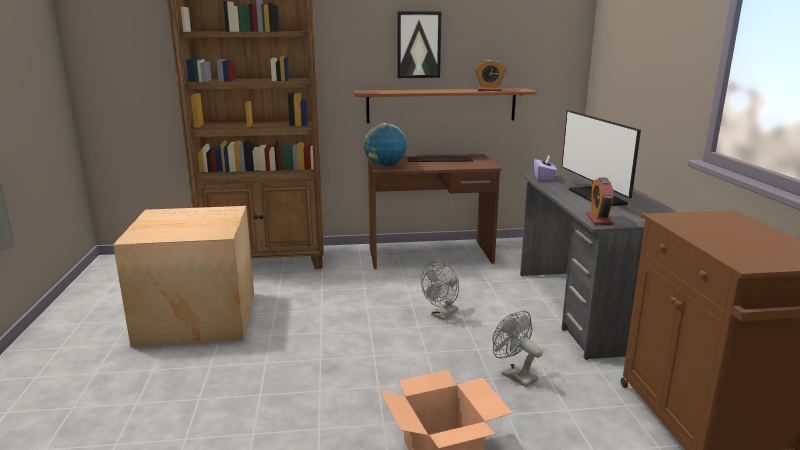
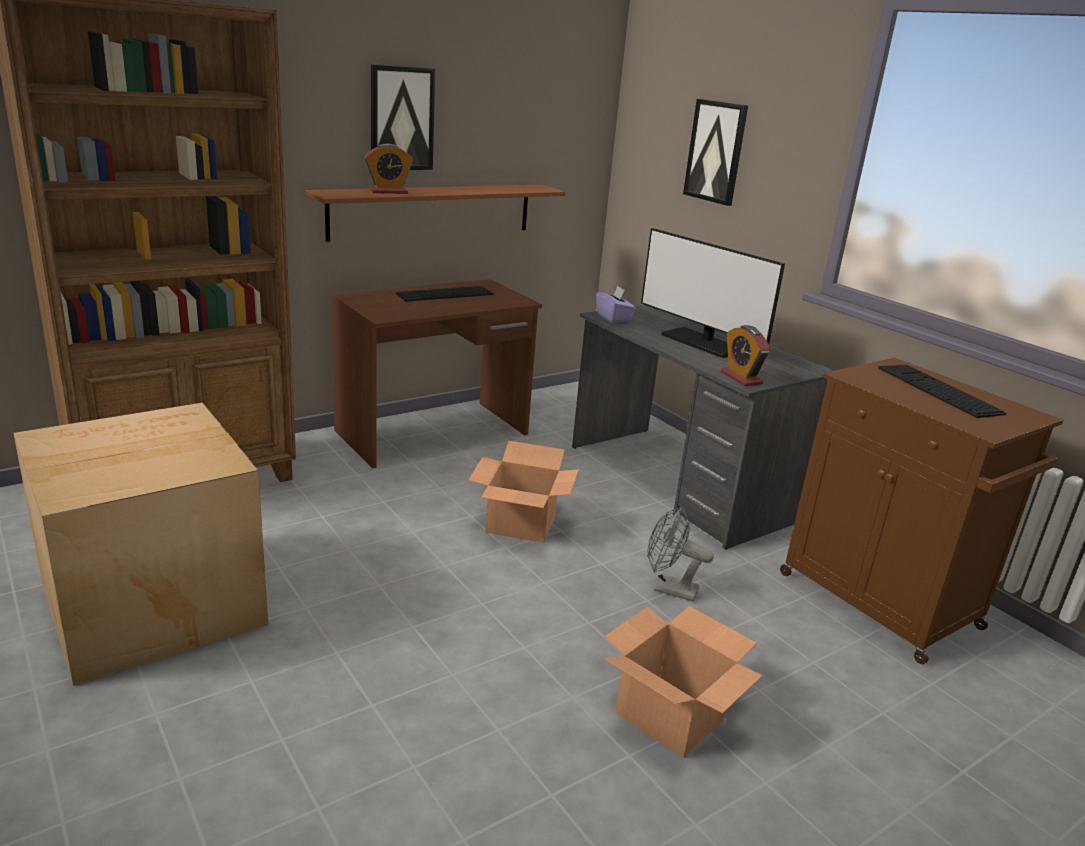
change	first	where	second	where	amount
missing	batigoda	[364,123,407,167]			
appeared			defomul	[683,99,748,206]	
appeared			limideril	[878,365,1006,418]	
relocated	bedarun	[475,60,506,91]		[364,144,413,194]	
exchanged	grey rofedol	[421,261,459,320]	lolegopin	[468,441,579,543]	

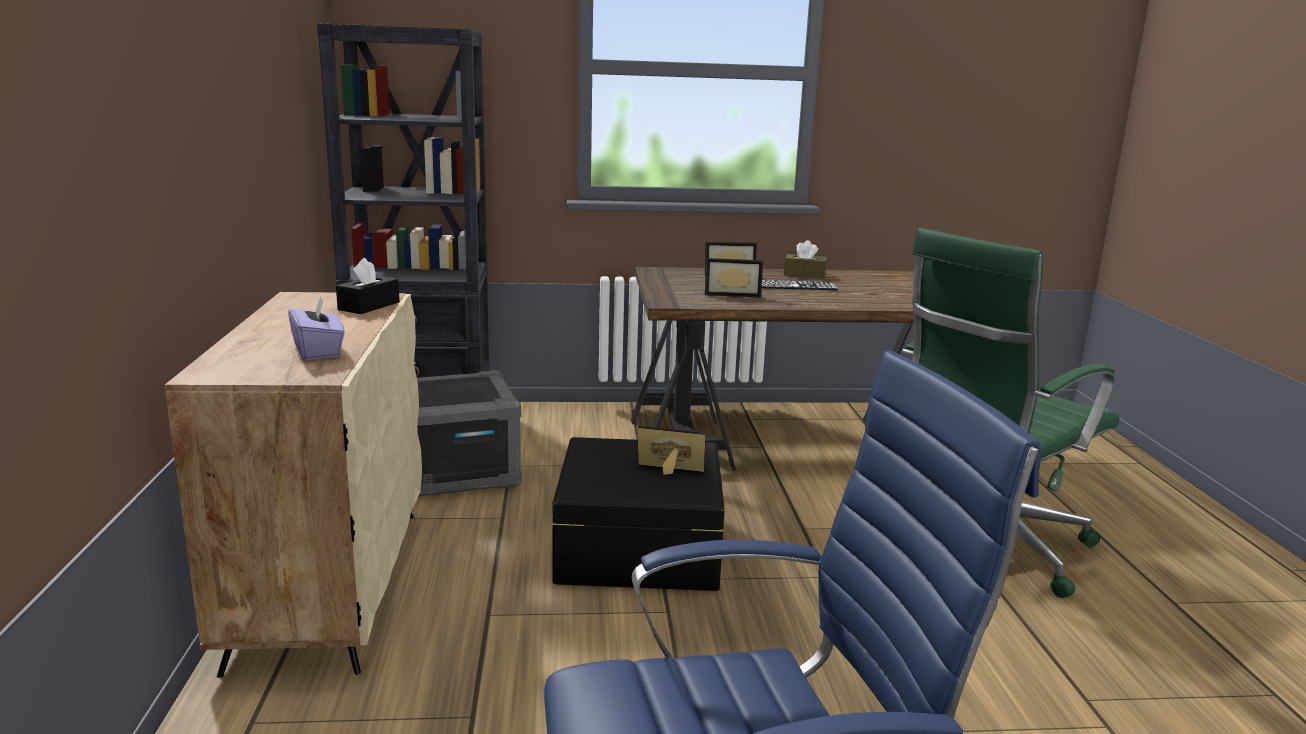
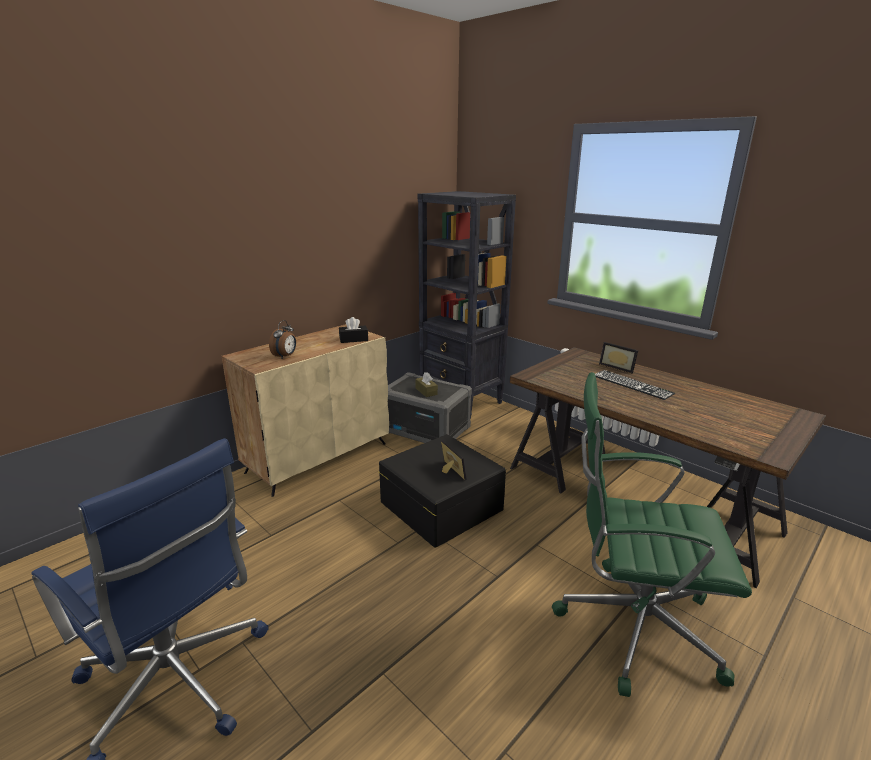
change	first	where	second	where	amount
missing	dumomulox	[705,258,763,297]			
relocated	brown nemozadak	[784,240,827,279]		[415,372,438,397]	
exchanged	purple nemozadak	[288,295,345,360]	bedarun	[269,320,296,359]	

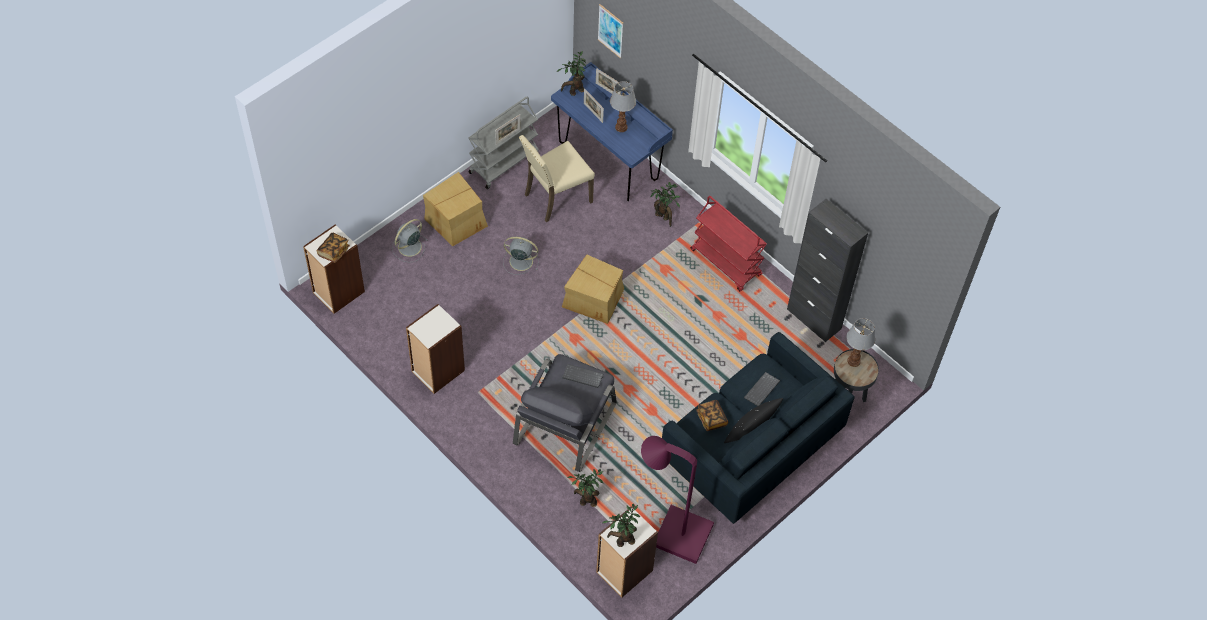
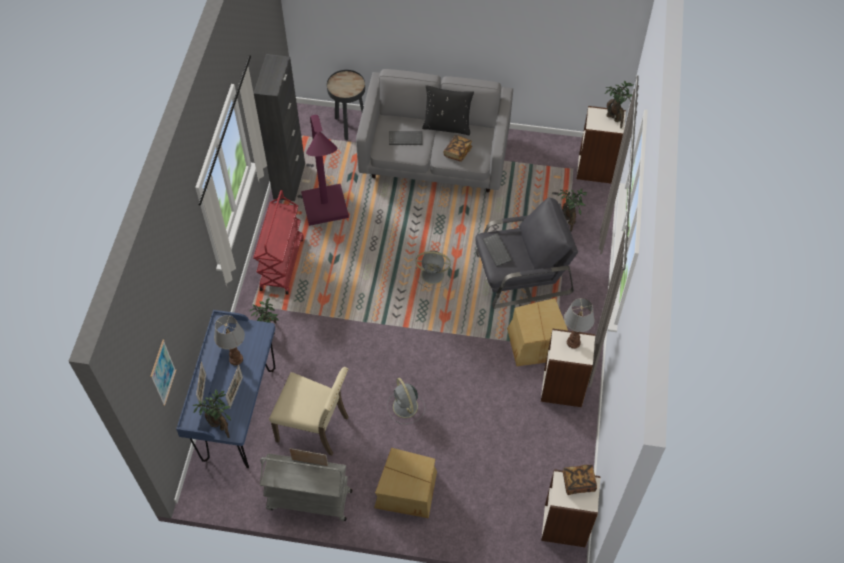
change	first	where	second	where	amount
relocated	grey rofedol	[392,219,427,262]		[416,251,451,289]	
relocated	lolegopin	[562,255,624,324]		[507,298,568,366]	
relocated	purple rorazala	[641,436,714,564]		[301,115,349,226]	
relocated	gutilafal	[847,318,875,367]		[564,298,595,349]	
colour	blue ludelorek	[662,332,855,524]	grey ludelorek	[356,69,513,192]	

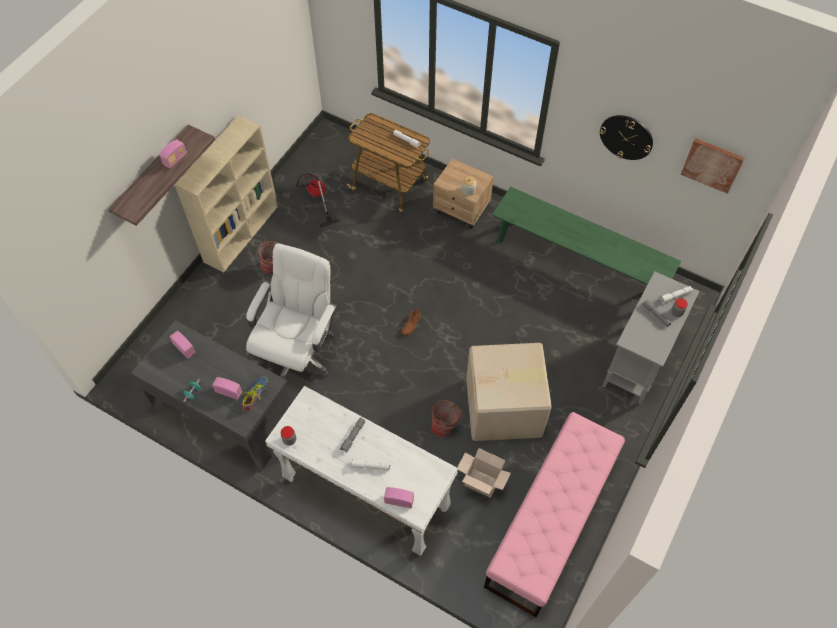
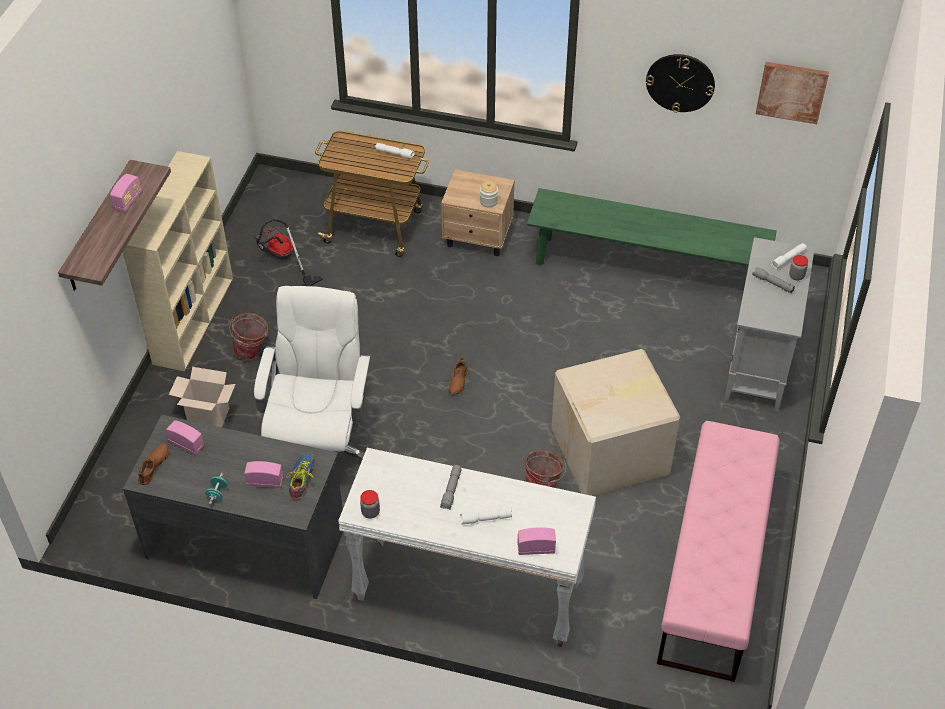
change	first	where	second	where	amount
appeared			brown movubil	[138,443,169,485]	
relocated	lolegopin	[457,448,511,498]		[169,367,236,427]	

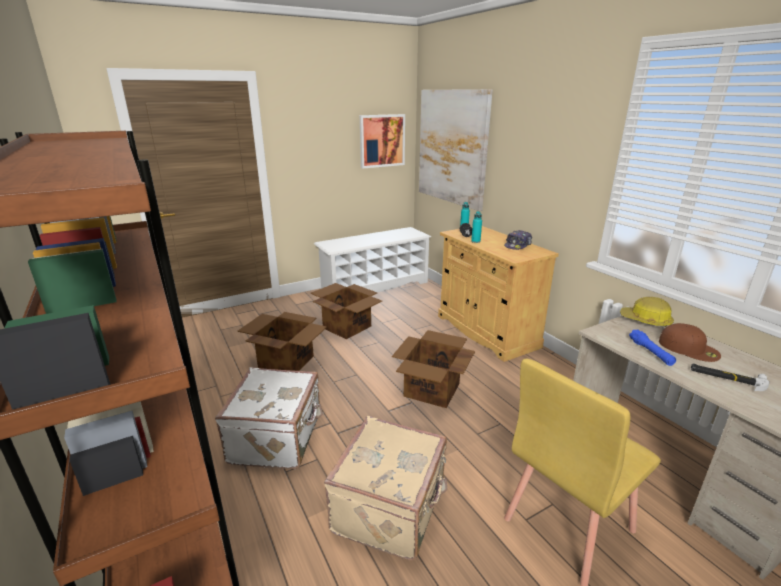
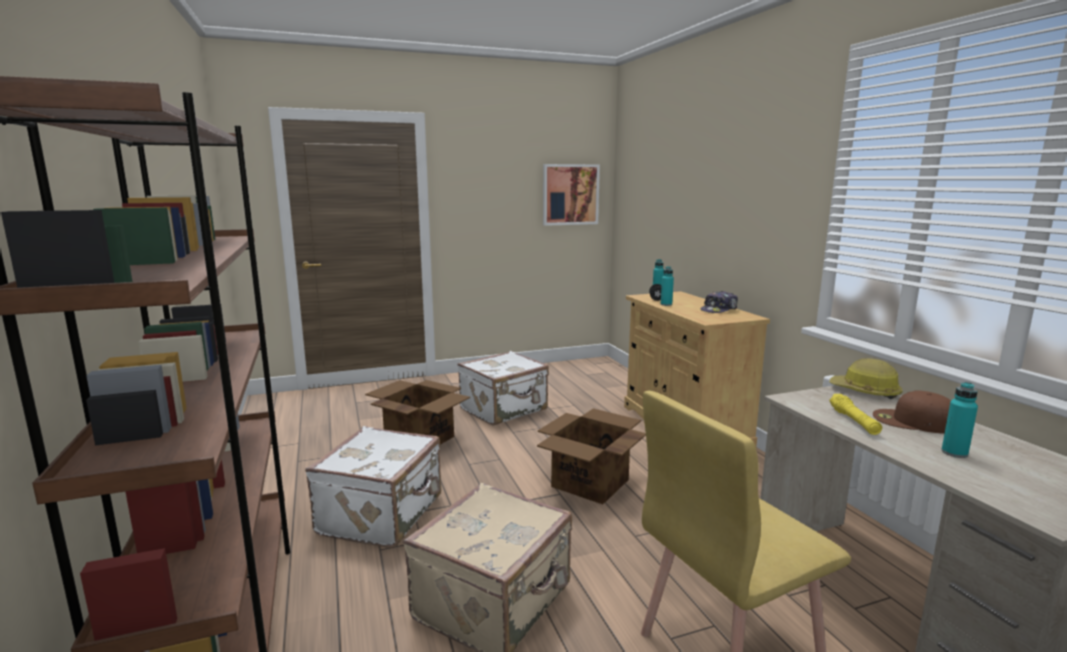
change	first	where	second	where	amount
missing	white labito	[314,227,431,292]			
missing	defomul	[419,89,493,211]			
exchanged	lolegopin	[310,283,382,339]	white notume	[458,351,549,426]	
exchanged	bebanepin	[691,363,770,391]	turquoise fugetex	[941,382,978,458]	
colour	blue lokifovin	[629,329,676,366]	yellow lokifovin	[829,394,882,435]	
spun	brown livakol	[659,323,721,362]		[873,390,951,433]	150 degrees clockwise

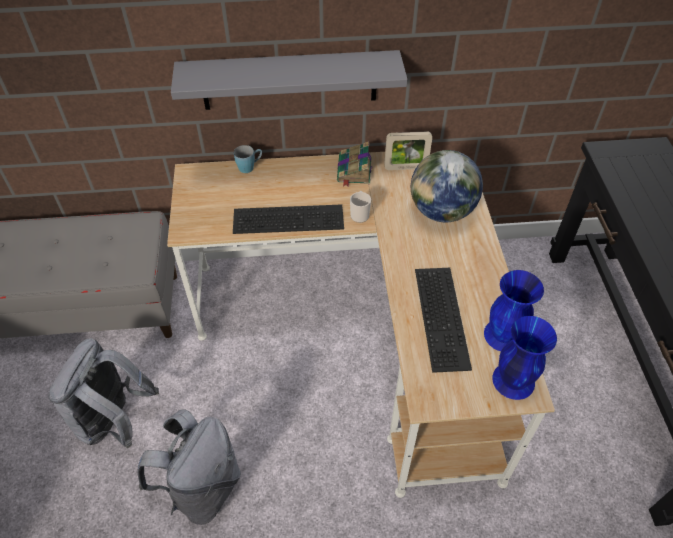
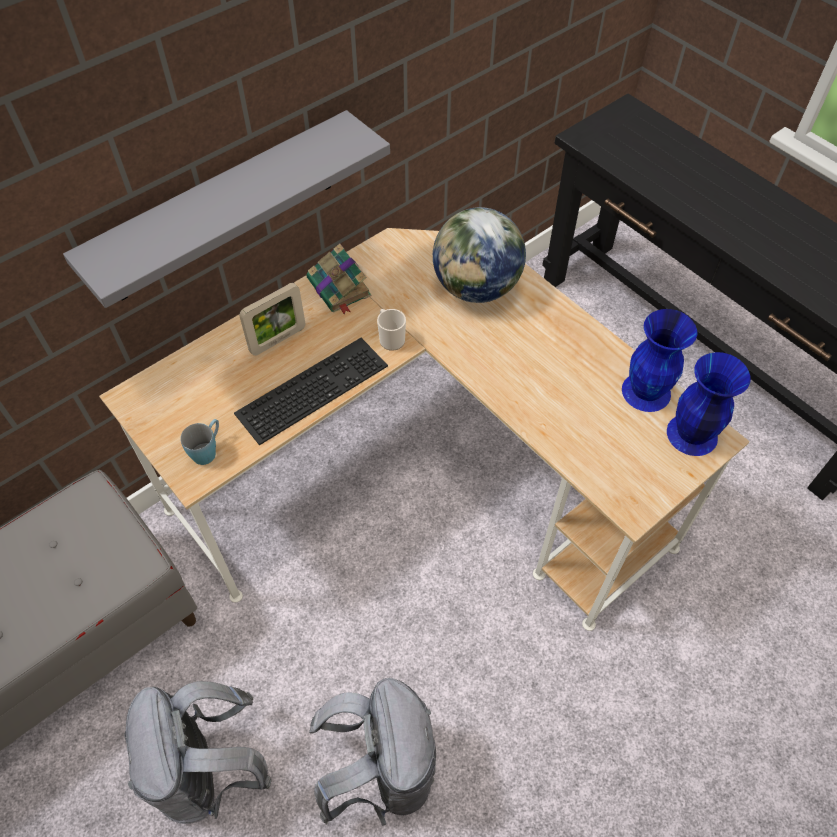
change	first	where	second	where	amount
missing	limideril	[415,268,472,373]			
relocated	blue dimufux	[234,145,262,173]		[180,419,219,465]	
relocated	dumomulox	[384,131,432,170]		[239,283,305,356]	

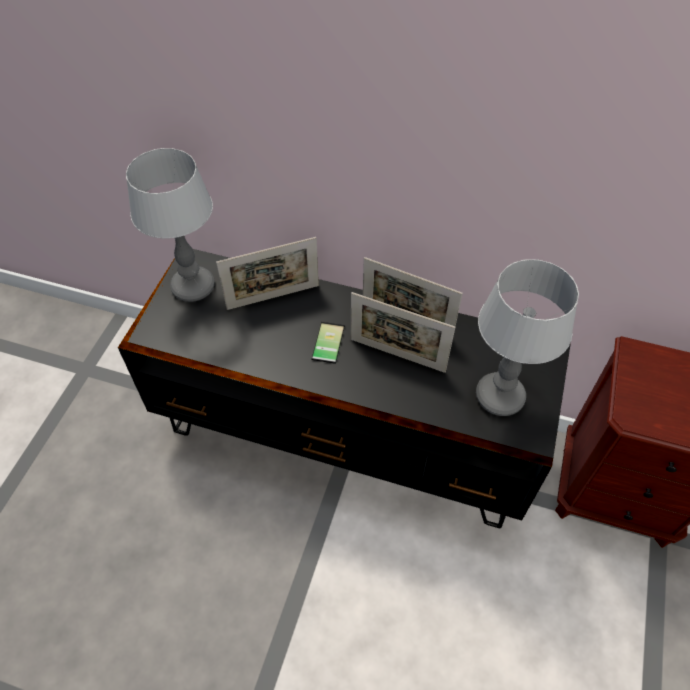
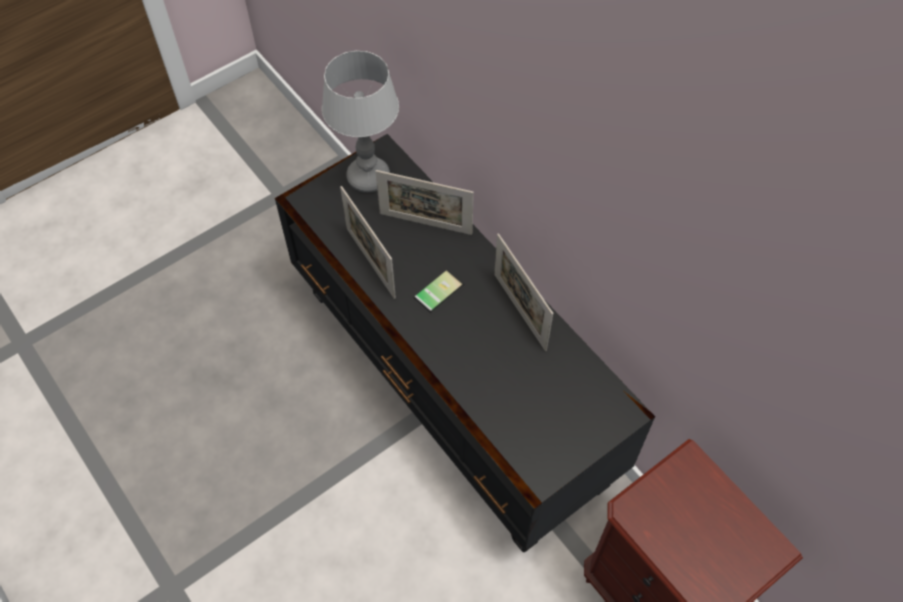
change	first	where	second	where	amount
missing	gutilafal	[476,260,579,416]			
relocated	dumomulox	[351,292,455,373]		[340,186,396,299]	

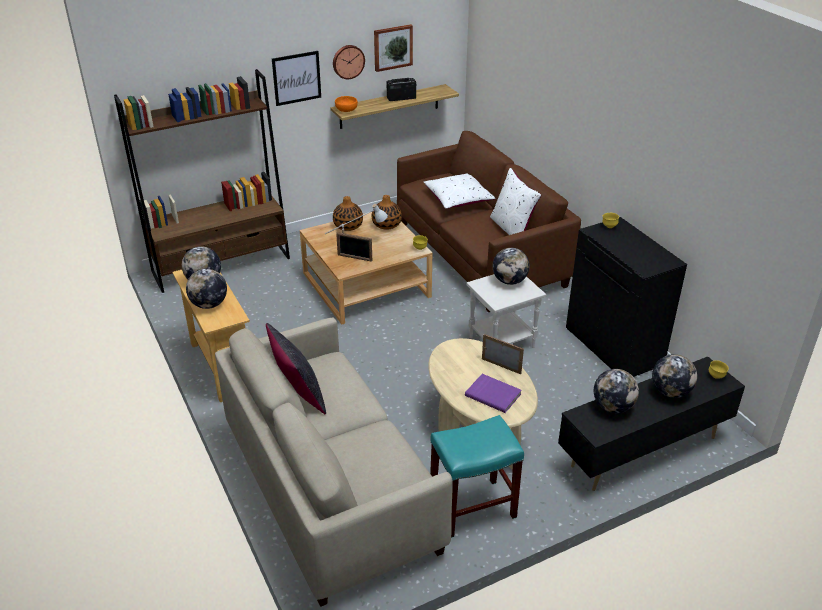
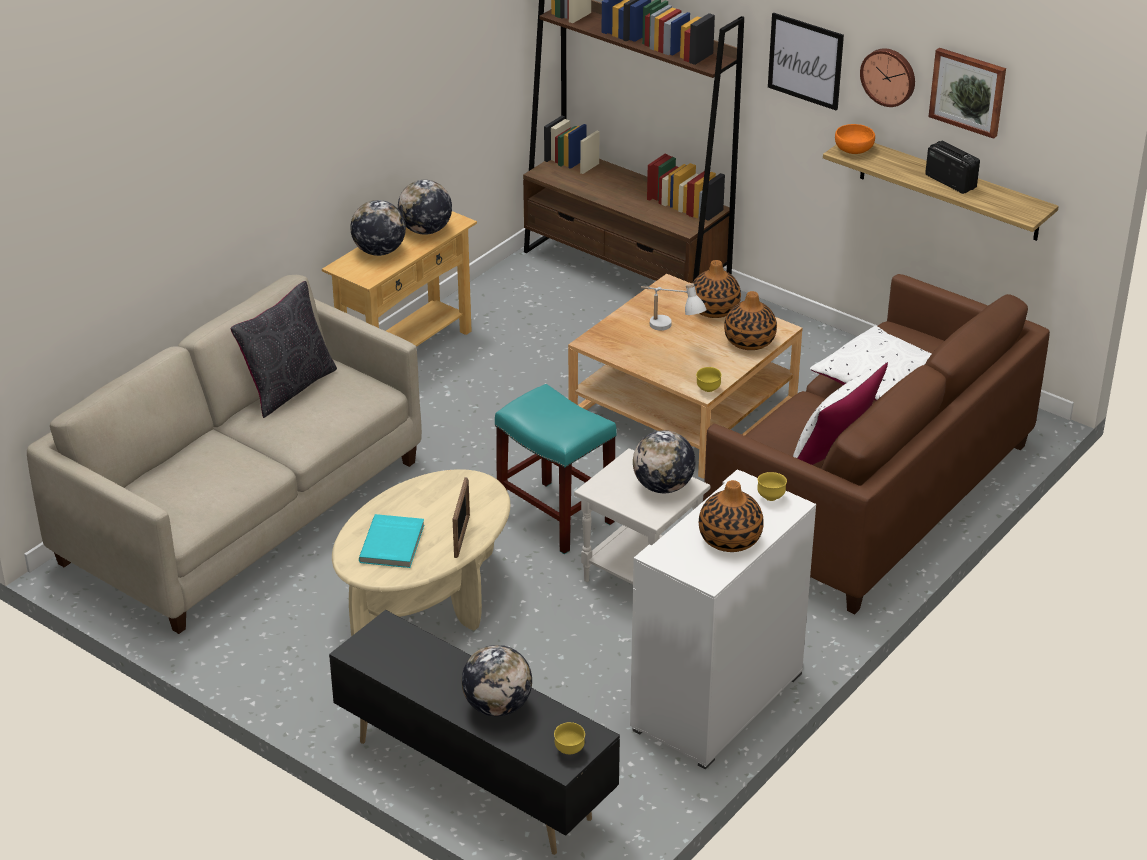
change	first	where	second	where	amount
missing	dumomulox	[336,232,372,262]			
missing	batigoda	[594,369,639,413]			
appeared			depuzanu	[699,480,764,552]	
relocated	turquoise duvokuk	[430,415,524,538]		[495,384,617,554]	
colour	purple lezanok	[465,374,522,413]	turquoise lezanok	[359,514,424,568]	
colour	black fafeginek	[566,217,687,377]	white fafeginek	[630,470,816,770]	

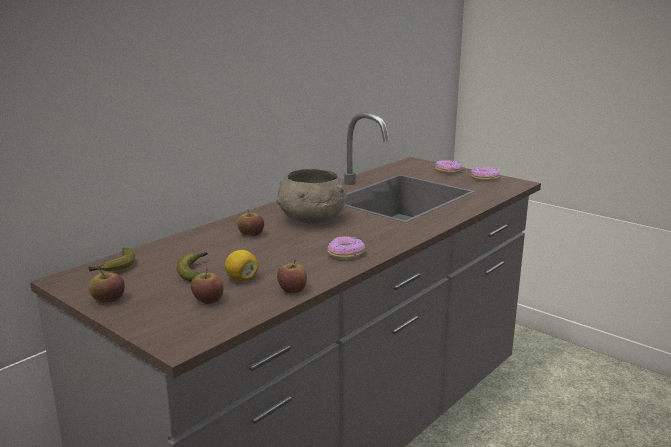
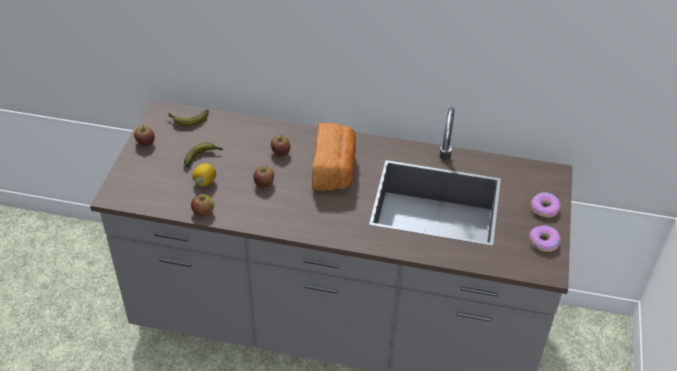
change	first	where	second	where	amount
missing	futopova	[328,236,366,259]			
relocated	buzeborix	[191,269,224,304]		[253,166,274,188]	
exchanged	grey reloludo	[277,168,347,224]	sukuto	[312,123,356,191]	

